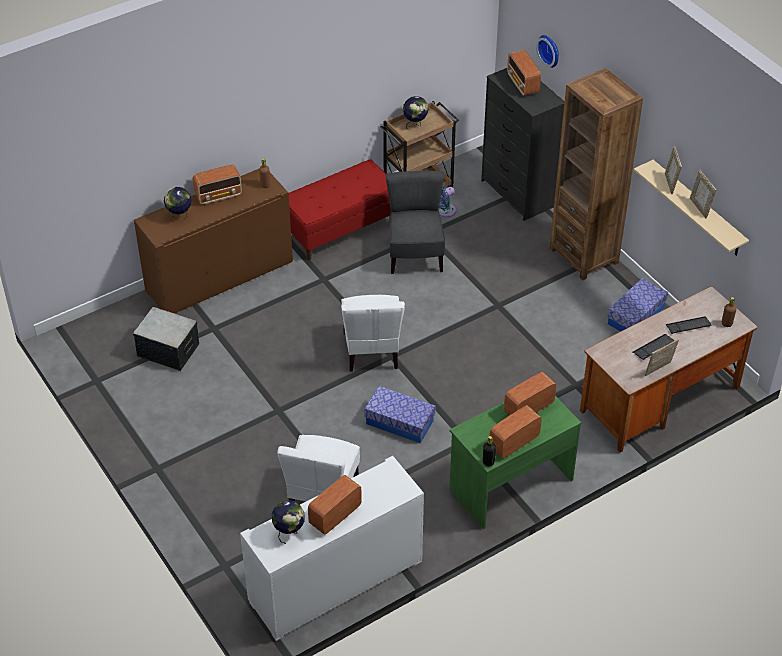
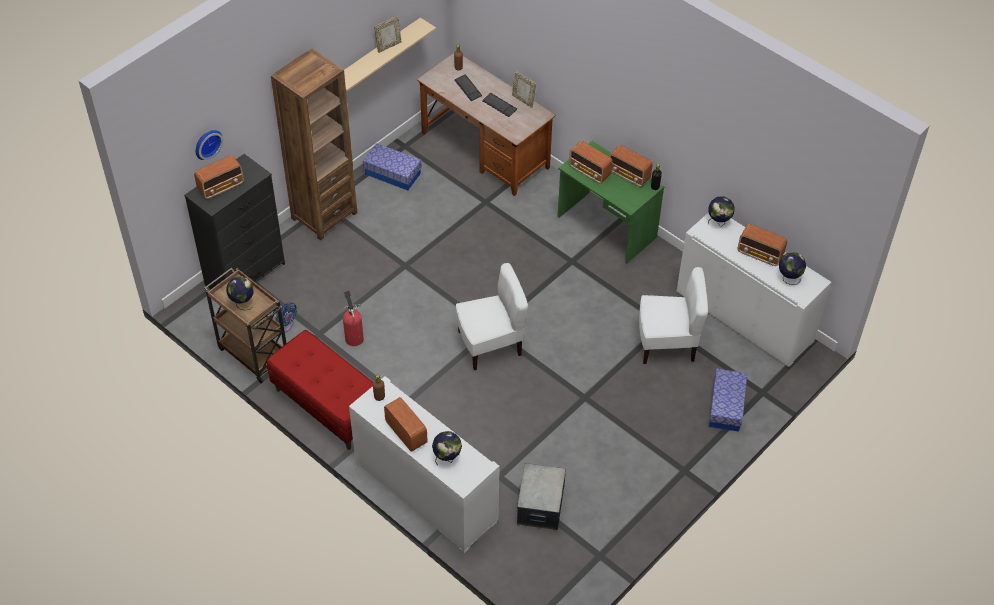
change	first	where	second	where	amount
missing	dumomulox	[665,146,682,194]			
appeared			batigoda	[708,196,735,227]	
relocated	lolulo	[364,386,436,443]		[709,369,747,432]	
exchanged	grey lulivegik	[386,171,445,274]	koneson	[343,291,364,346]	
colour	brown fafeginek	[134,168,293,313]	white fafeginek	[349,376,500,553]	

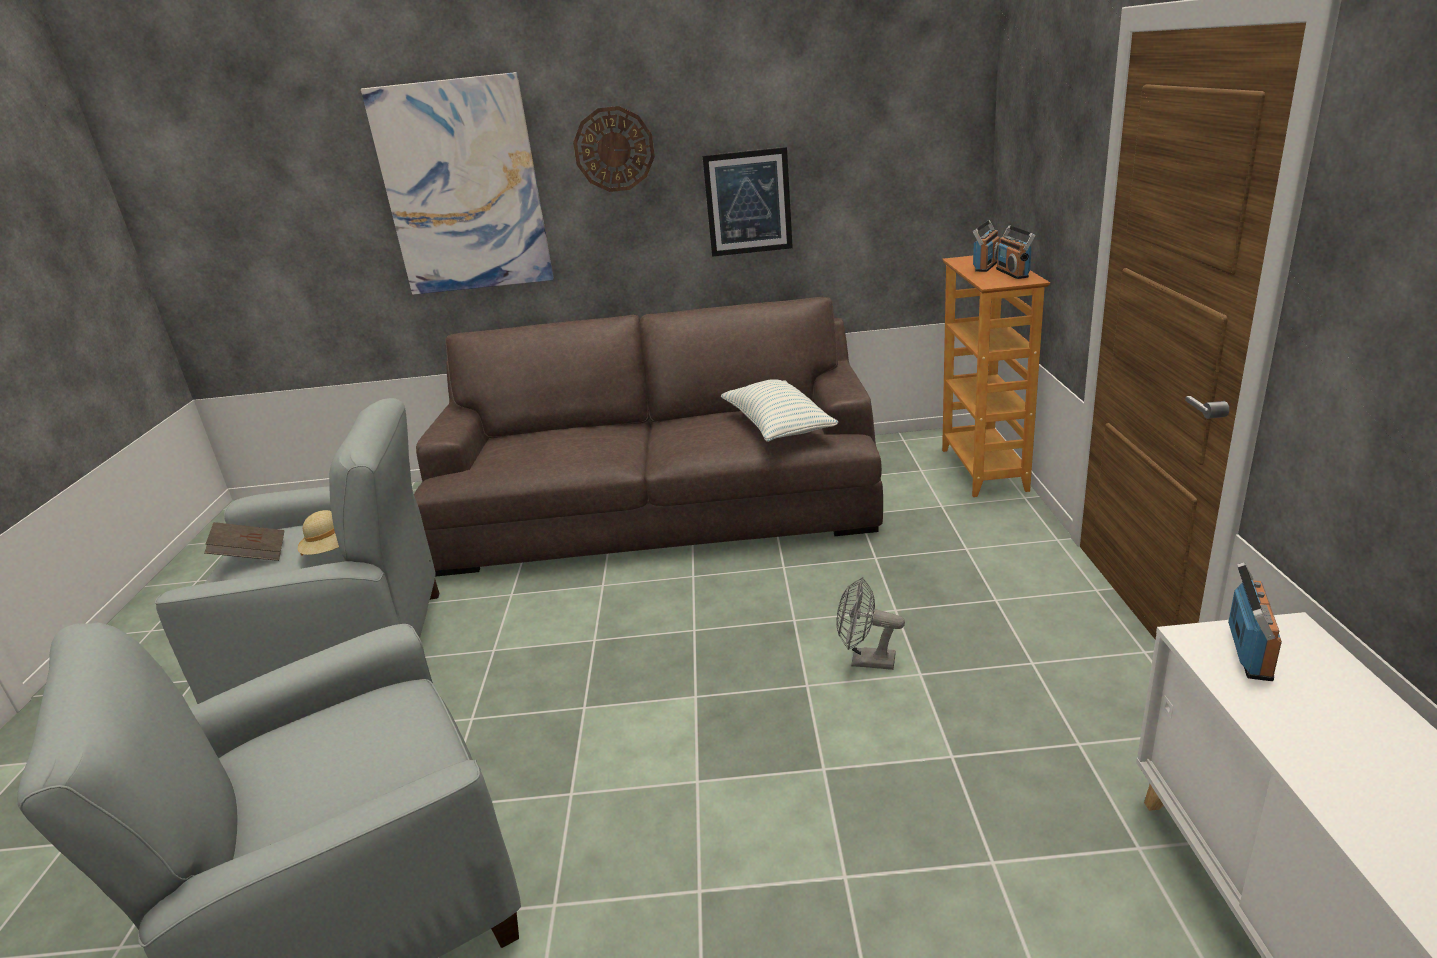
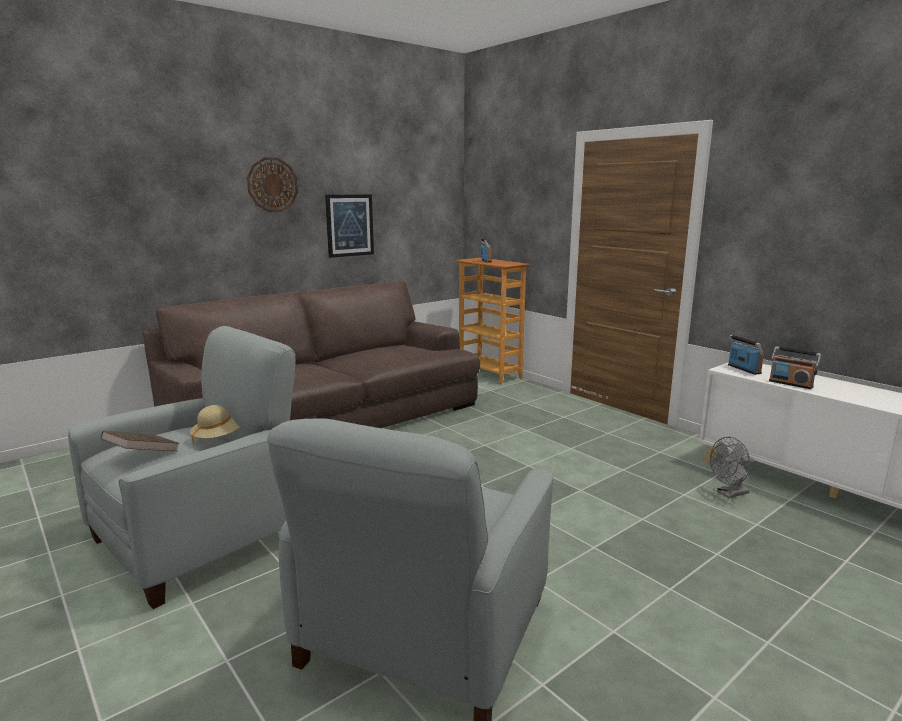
change	first	where	second	where	amount
missing	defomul	[361,72,554,295]			
missing	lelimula	[721,379,838,442]			
relocated	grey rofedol	[836,577,905,670]		[710,437,754,498]	
relocated	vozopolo	[996,225,1035,279]		[769,346,821,389]	

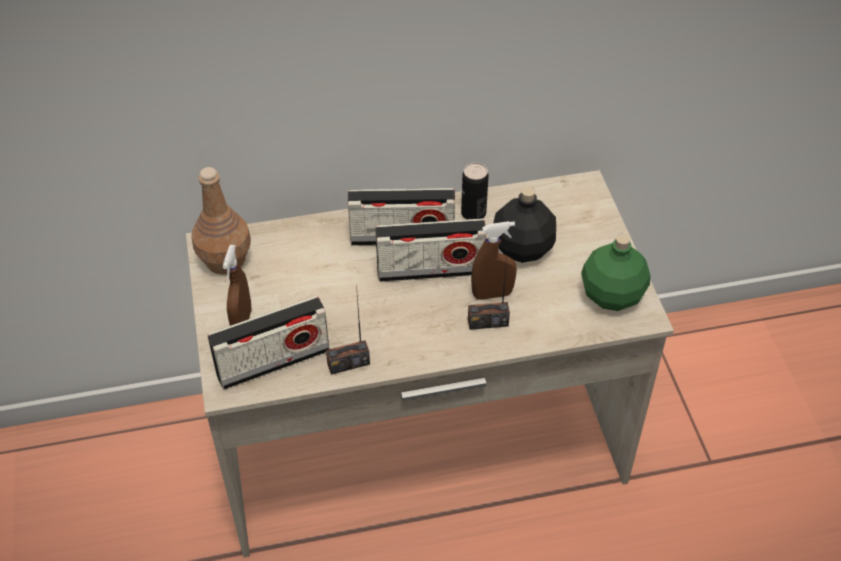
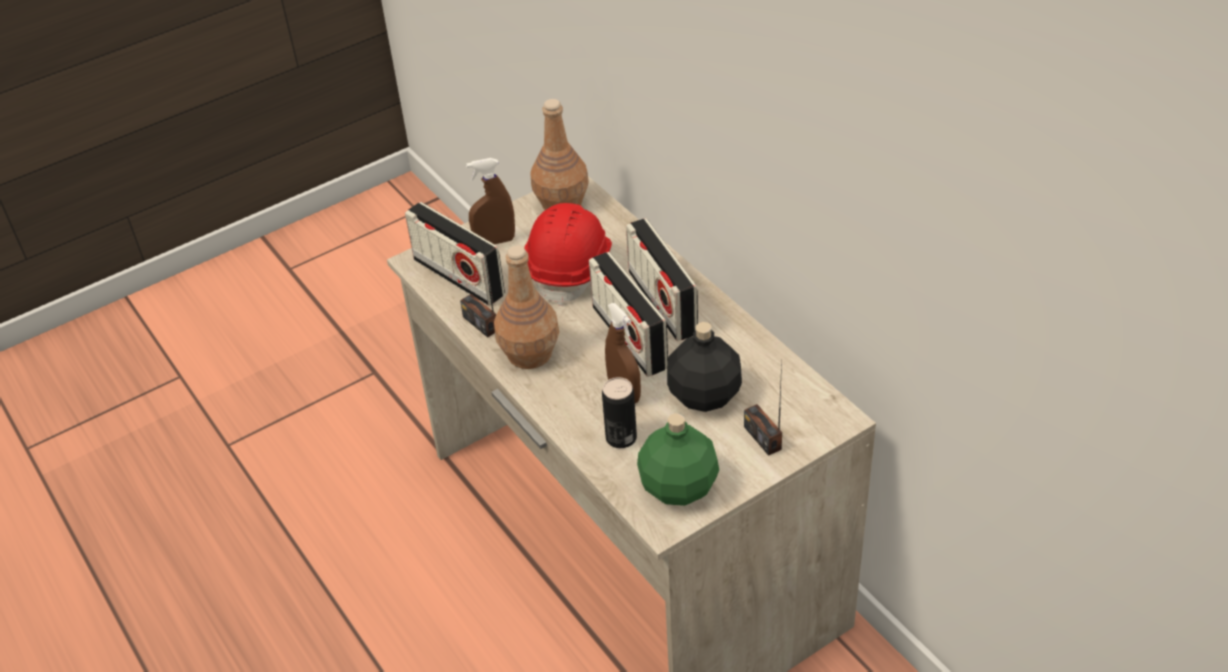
change	first	where	second	where	amount
appeared			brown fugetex	[494,245,559,369]	
appeared			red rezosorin	[524,203,612,306]	
relocated	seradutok	[461,163,489,220]		[602,377,637,448]	
relocated	vozopolo	[468,245,510,330]		[744,360,782,456]	

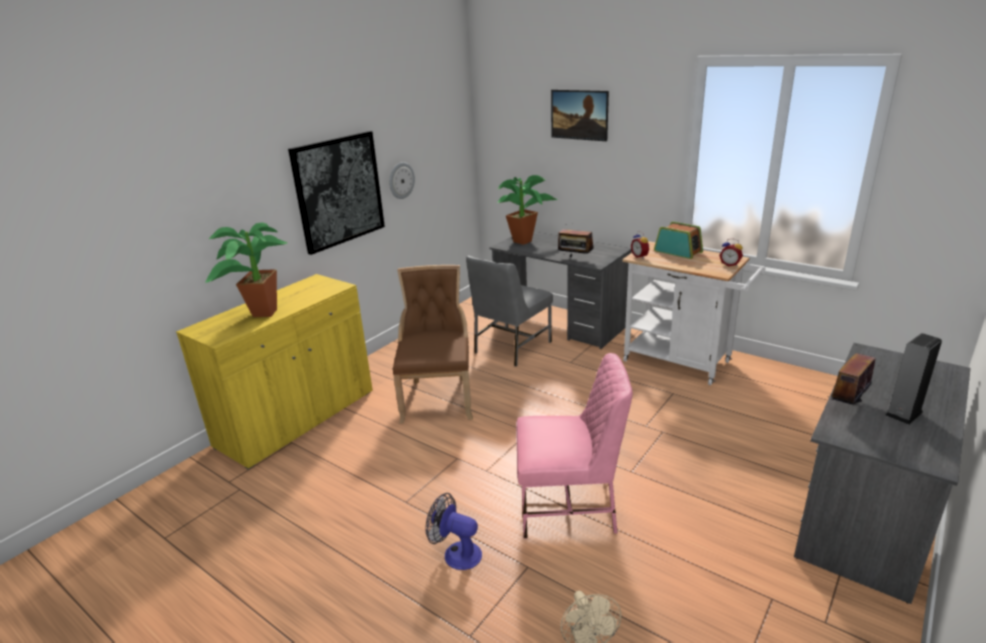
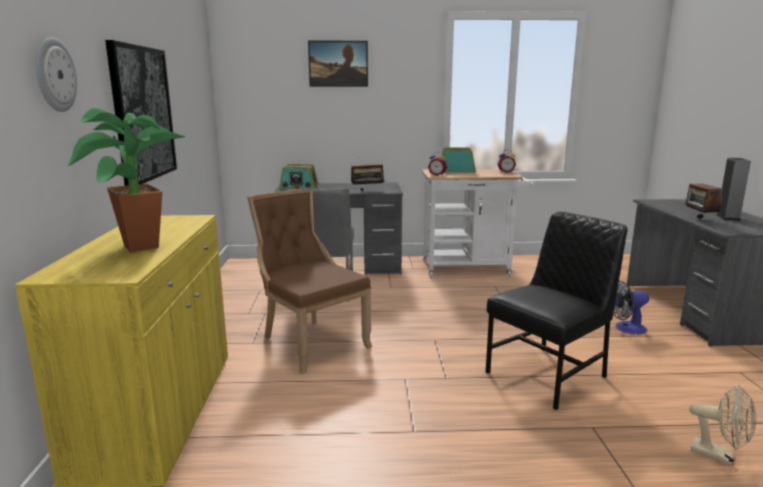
change	first	where	second	where	amount
relocated	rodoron	[389,162,415,199]		[36,37,77,112]	
relocated	rofedol	[425,493,482,570]		[613,280,649,334]	
exchanged	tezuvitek	[497,175,558,245]	vozopolo	[279,164,319,190]	
colour	pink lulivegik	[516,353,633,539]	black lulivegik	[486,212,628,410]	

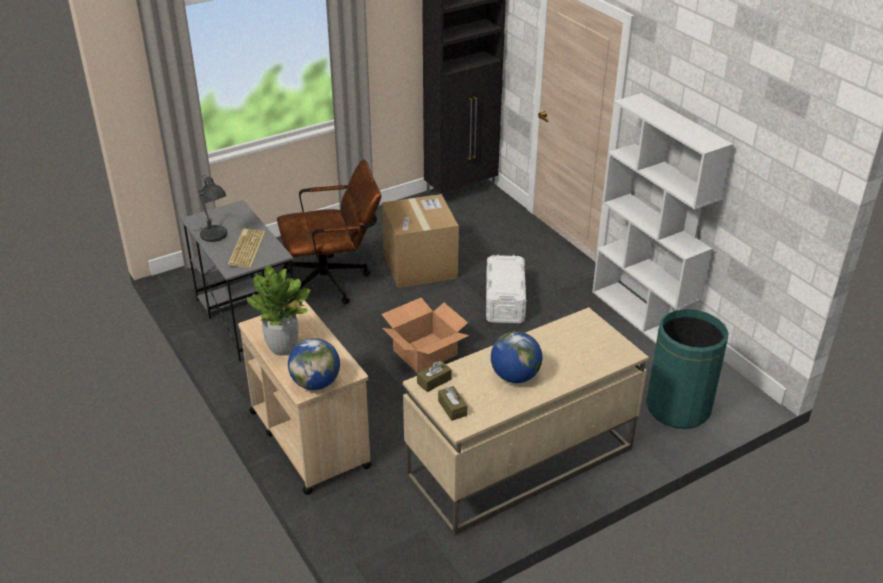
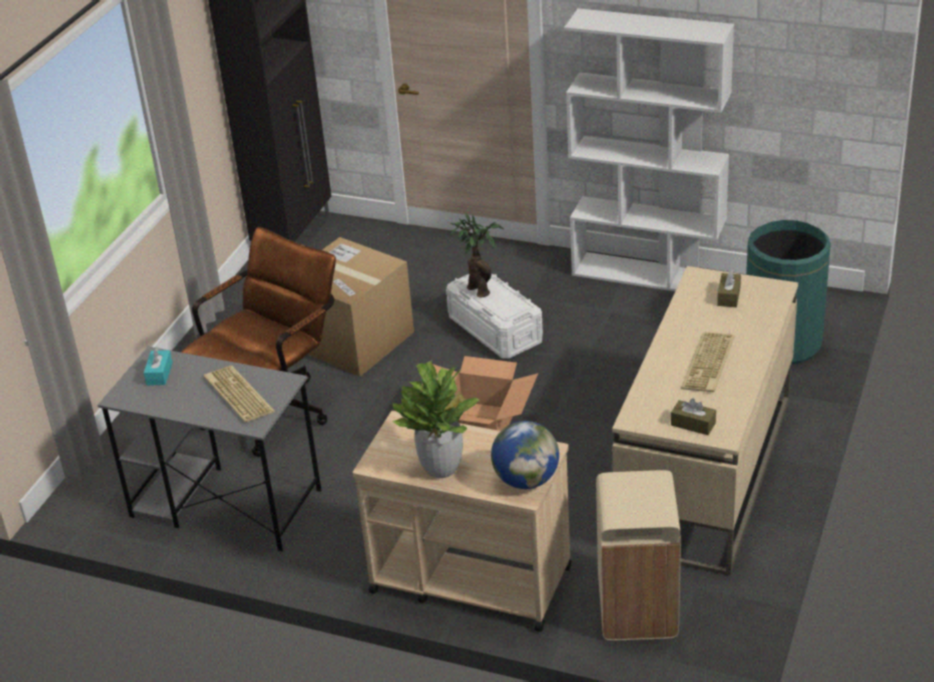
change	first	where	second	where	amount
missing	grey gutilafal	[198,175,227,242]			
appeared			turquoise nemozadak	[144,347,173,385]	
appeared			tezuvitek	[449,212,504,298]	
appeared			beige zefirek	[596,470,681,640]	
relocated	brown nemozadak	[417,361,452,392]		[717,269,741,307]	
exchanged	batigoda	[491,331,542,383]	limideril	[681,332,734,392]	

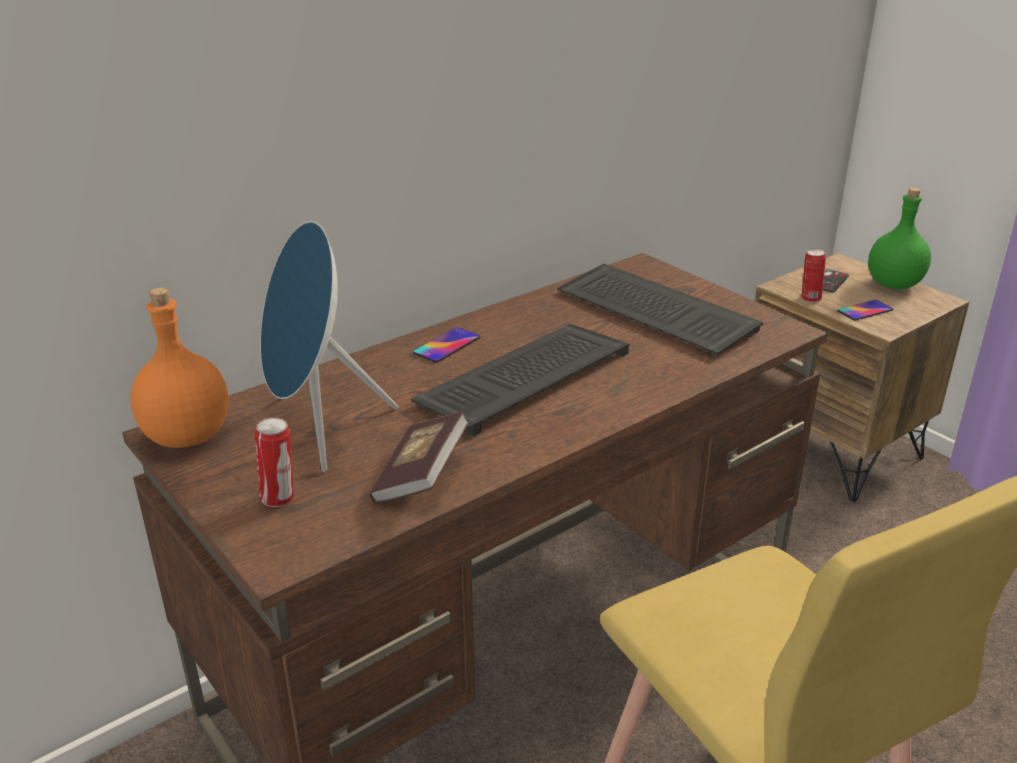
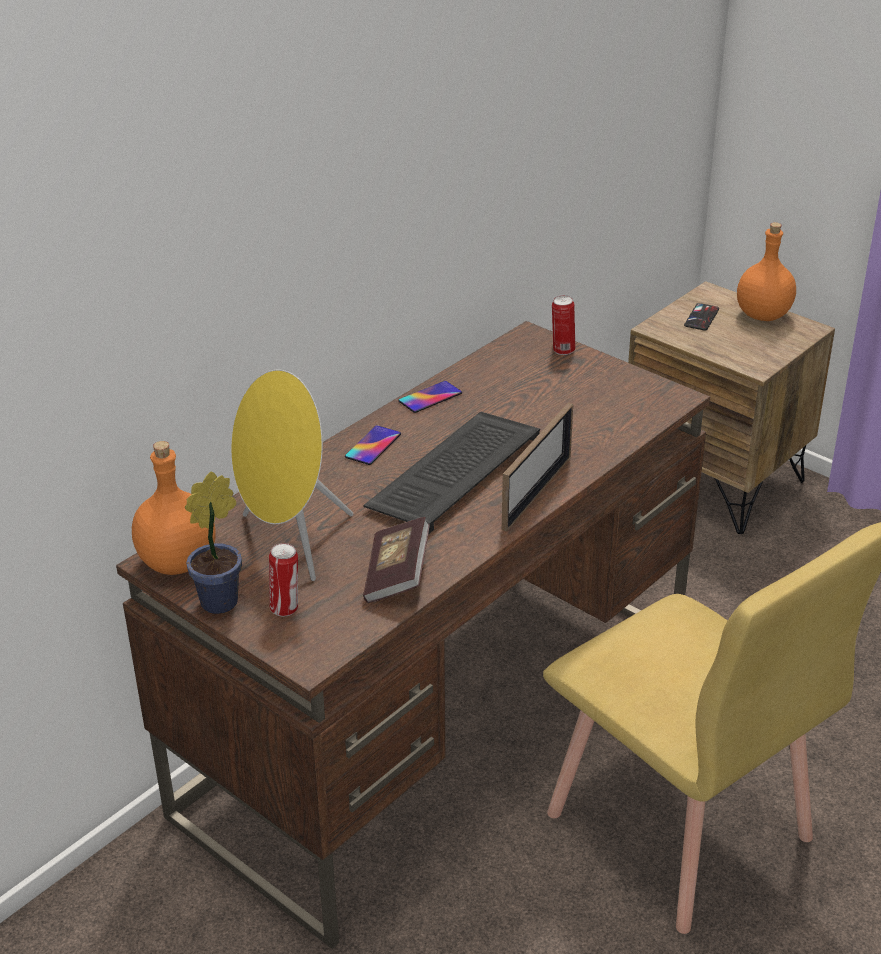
change	first	where	second	where	amount
missing	limideril	[557,263,763,355]			
appeared			tezuvitek	[185,471,242,614]	
appeared			dumomulox	[502,403,573,532]	
relocated	seradutok	[802,249,826,303]		[552,295,575,355]	
relocated	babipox	[838,300,893,321]		[398,381,462,413]	
colour	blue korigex	[260,221,398,472]	yellow korigex	[231,370,353,581]	
colour	green fugetex	[868,188,931,290]	orange fugetex	[737,222,796,321]	

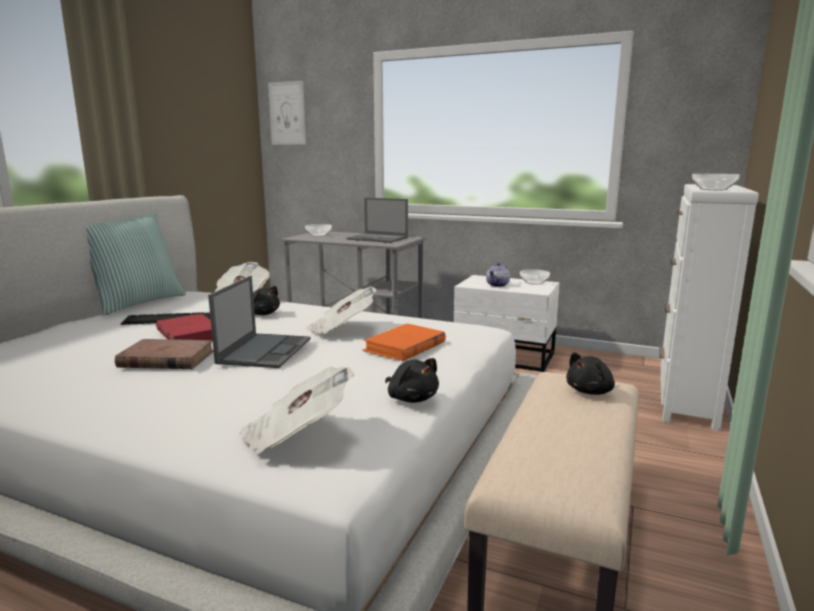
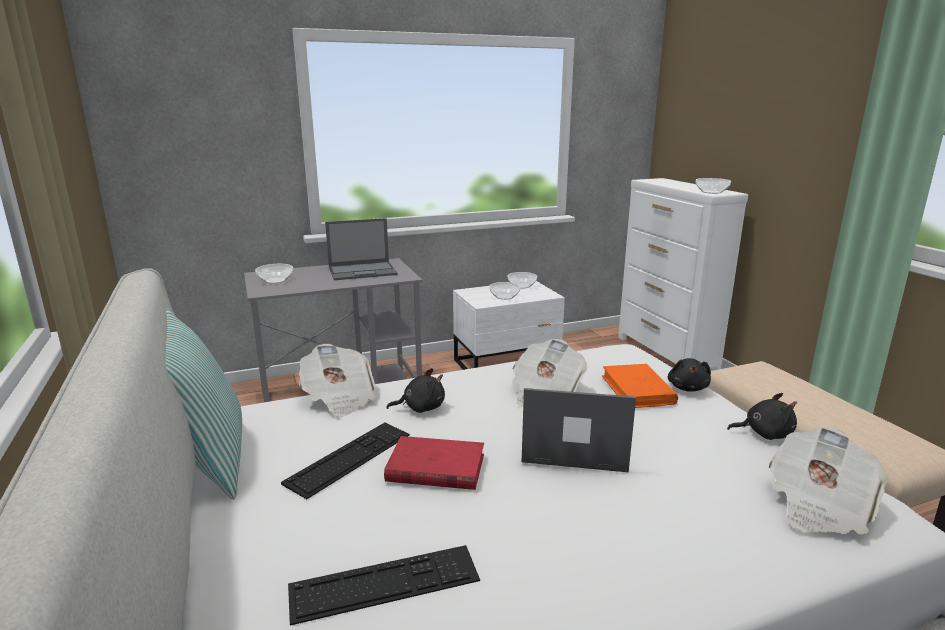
change	first	where	second	where	amount
missing	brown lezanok	[115,339,214,369]			
missing	defomul	[268,81,306,145]			
appeared			limideril	[288,545,480,625]	
relocated	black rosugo	[566,352,615,395]		[668,358,711,392]	
exchanged	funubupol	[486,262,510,287]	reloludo	[489,282,521,300]	
spun	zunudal	[208,276,311,368]		[521,388,636,472]	45 degrees counterclockwise

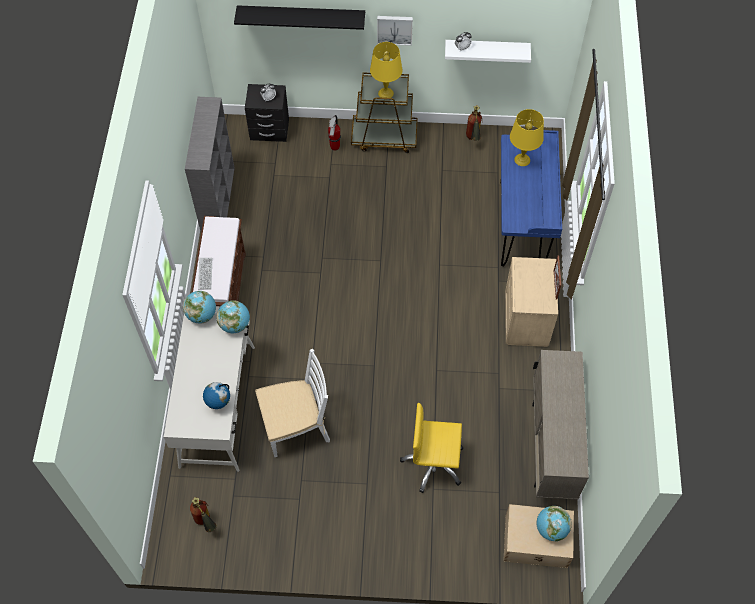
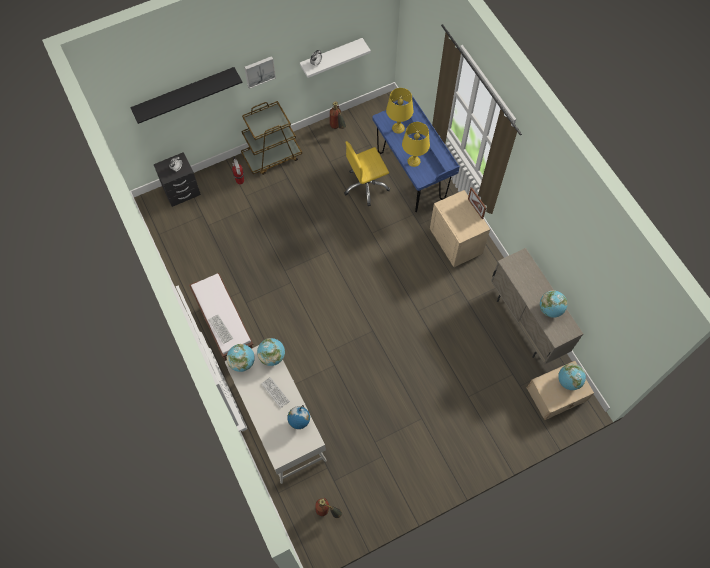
change	first	where	second	where	amount
missing	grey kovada	[185,97,235,231]			
missing	white lulivegik	[255,349,330,457]			
appeared			limideril	[261,377,290,408]	
appeared			batigoda	[540,290,568,318]	
relocated	yellow gutilafal	[370,42,402,98]		[402,122,430,167]	
relocated	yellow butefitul	[400,403,463,493]		[344,141,390,206]	

